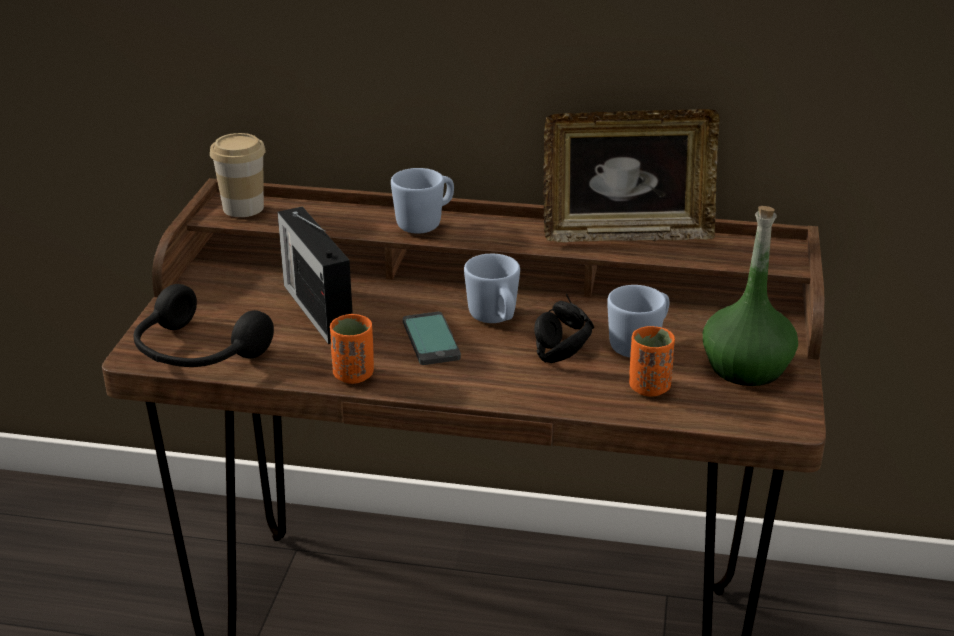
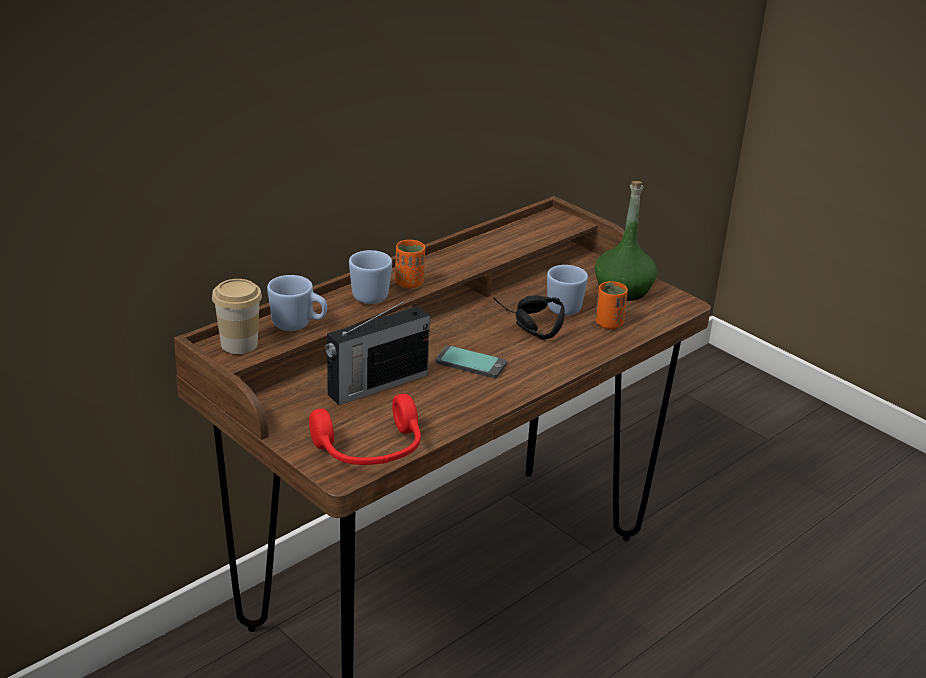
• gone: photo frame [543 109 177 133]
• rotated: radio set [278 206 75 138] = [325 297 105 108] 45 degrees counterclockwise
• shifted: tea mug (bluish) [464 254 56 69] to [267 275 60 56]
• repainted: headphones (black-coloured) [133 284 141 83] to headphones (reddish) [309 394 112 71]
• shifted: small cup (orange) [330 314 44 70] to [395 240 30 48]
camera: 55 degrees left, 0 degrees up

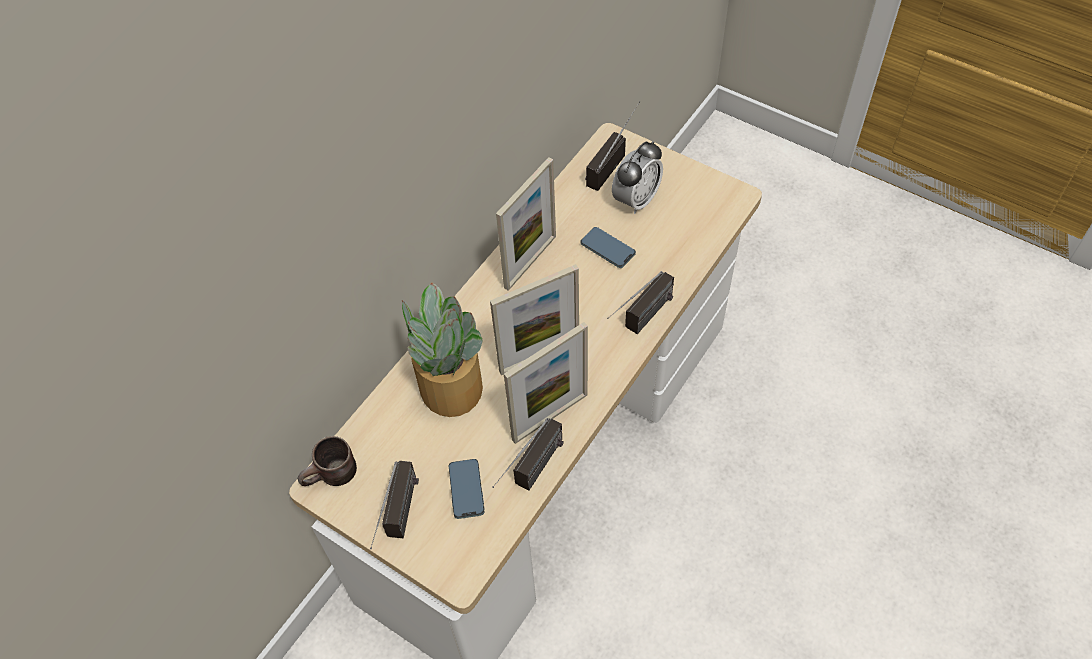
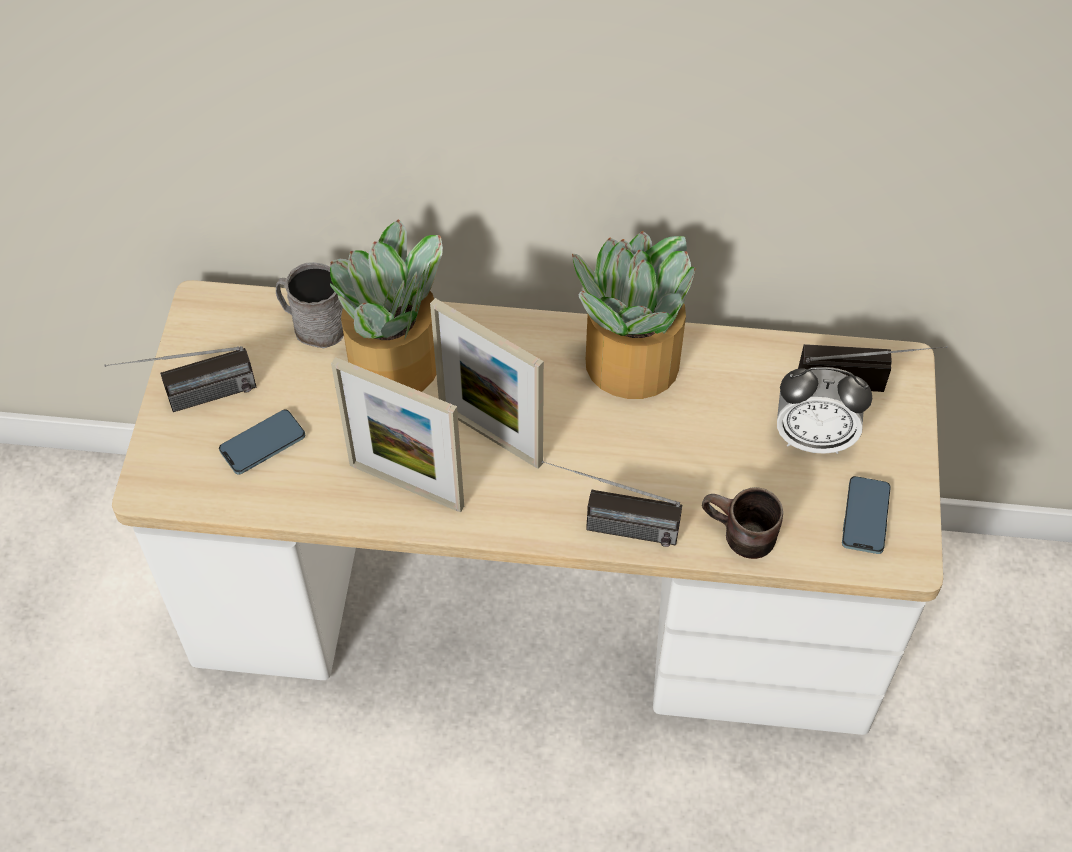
• swapped: photo frame [496 157 60 134] to houseplant [572 231 123 168]
• shifted: phone [581 227 55 41] to [842 476 49 78]
• gone: radio set [492 418 72 73]
• shifted: tea mug (brown-coloured) [298 436 59 50] to [702 487 81 72]
• new: tea mug (gray) [276 262 68 86]
camera: 60 degrees right, 0 degrees up

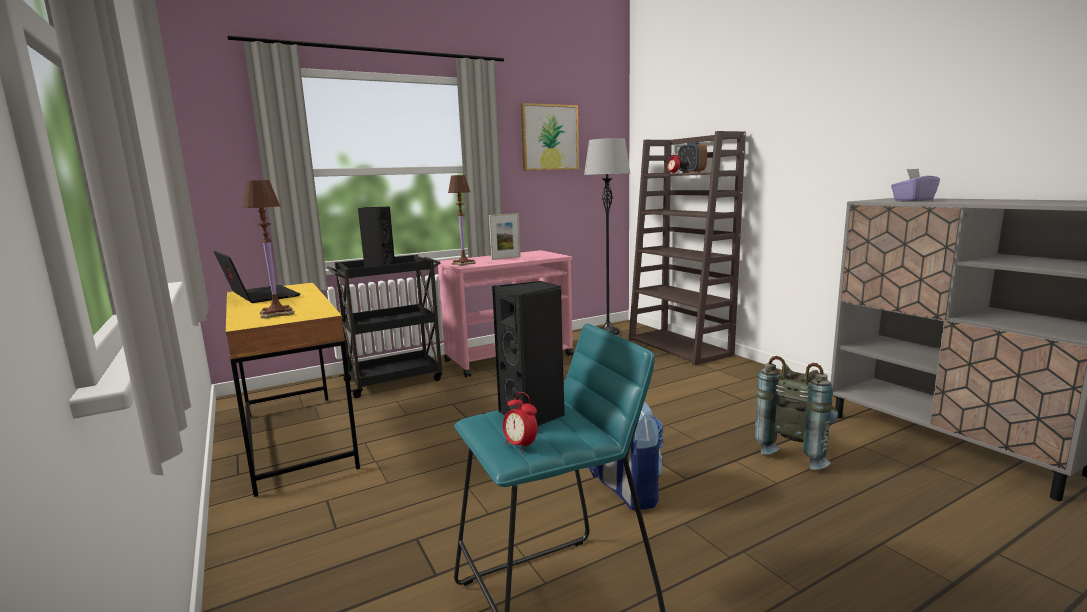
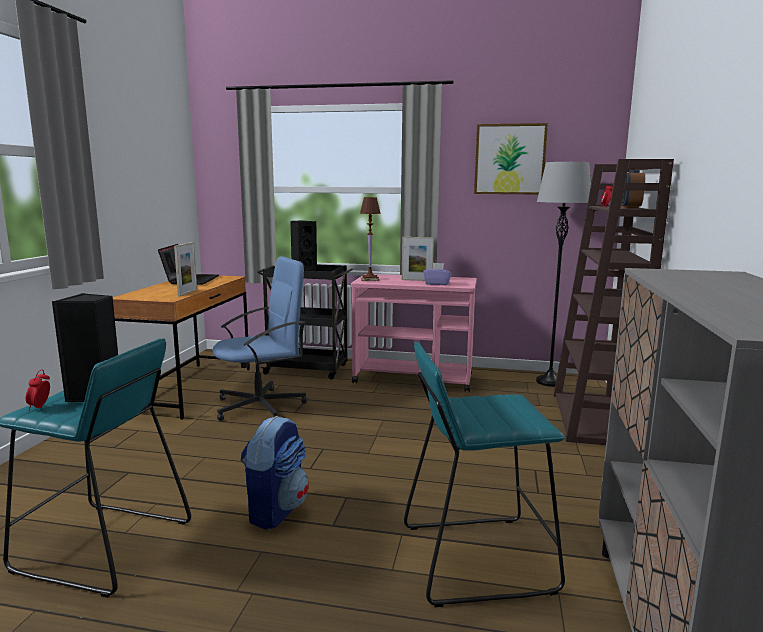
• shifted: tissue holder (purplish) [891 168 49 33] to [423 263 29 22]
• gone: lamp for a table (brown-coloured) [242 180 53 139]
• repainted: desk table (yellow-coloured) [226 283 134 214] to desk table (brown-coloured) [113 275 137 145]
• swapped: rucksack (gray) [755 356 83 114] to sitting stool (turquoise) [404 342 161 265]
• new: photo frame [174 242 23 54]
• new: desk chair (bluish) [212 256 95 165]
camera: 40 degrees right, 0 degrees up

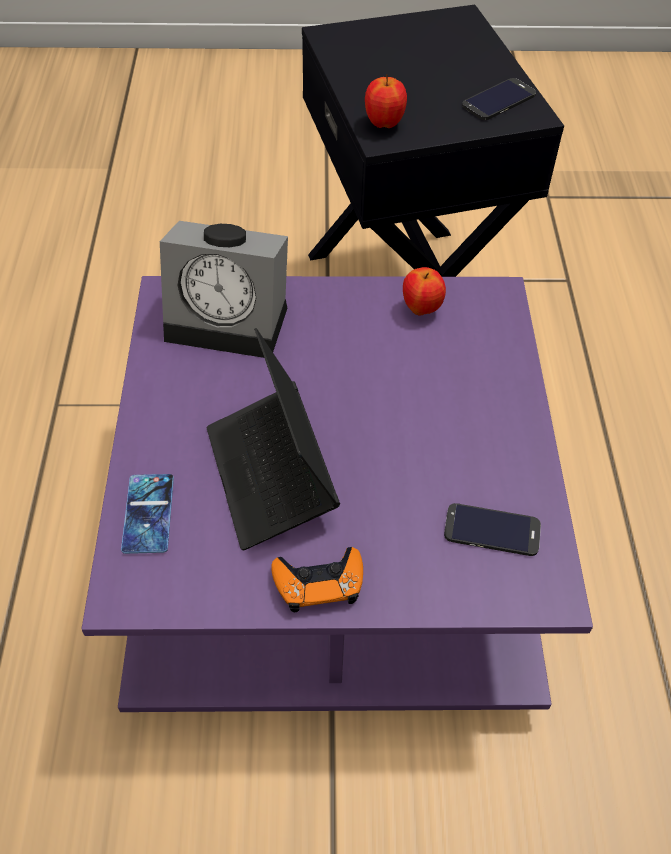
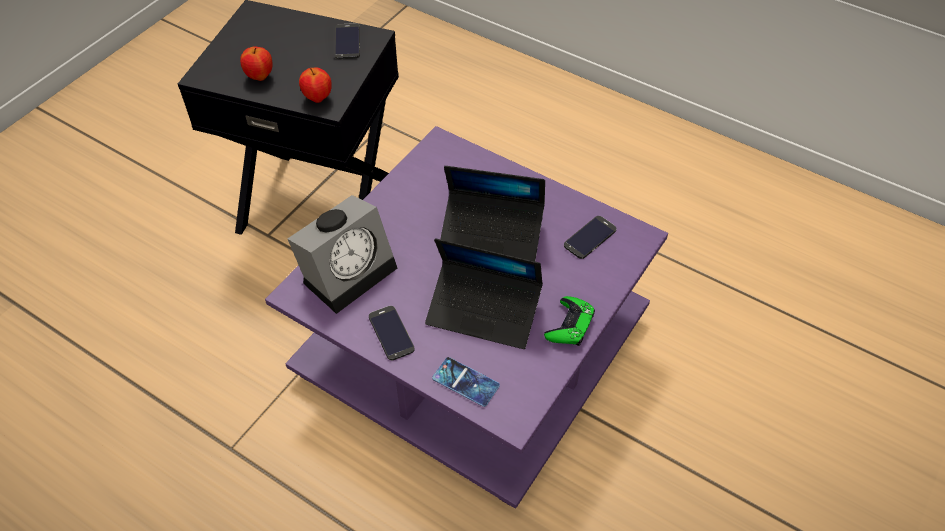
• shifted: whole apple [403 267 43 49] to [240 46 32 35]
• repainted: game controller (orange) [271 547 92 65] to game controller (green) [544 296 51 50]
• new: notebook computer [441 166 104 95]
• new: phone [369 306 46 54]
camera: 55 degrees left, 0 degrees up

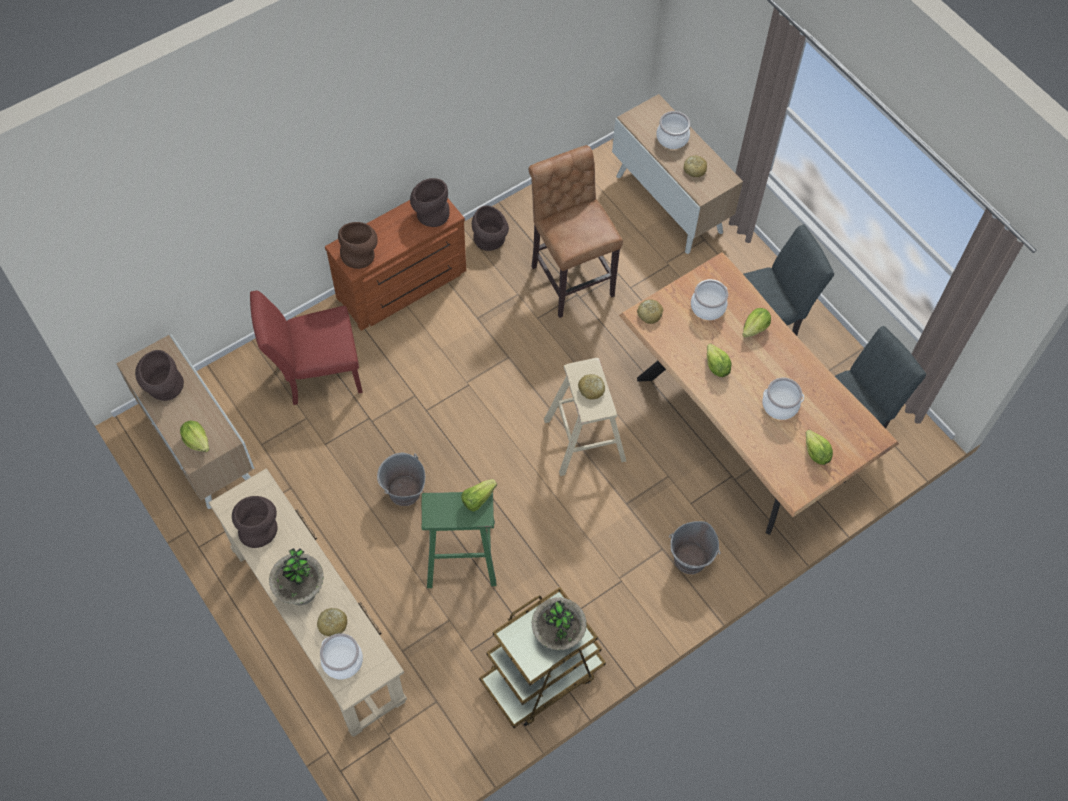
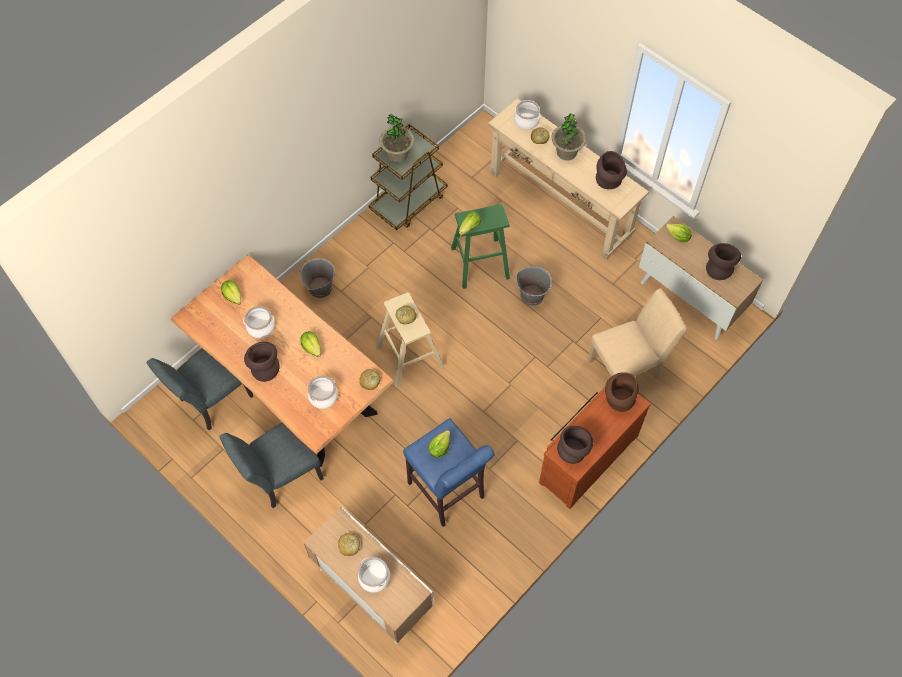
• repainted: sitting stool (brown-coloured) [529 145 94 173] to sitting stool (bluish) [403 418 92 109]
• shifted: flower vase (brown-coloured) [472 205 37 46] to [244 342 36 40]
• repainted: upright chair (reddish) [250 290 113 115] to upright chair (beige) [588 288 99 92]
• shifted: lettuce [742 308 29 29] to [428 430 22 28]
camera: 170 degrees right, 0 degrees up

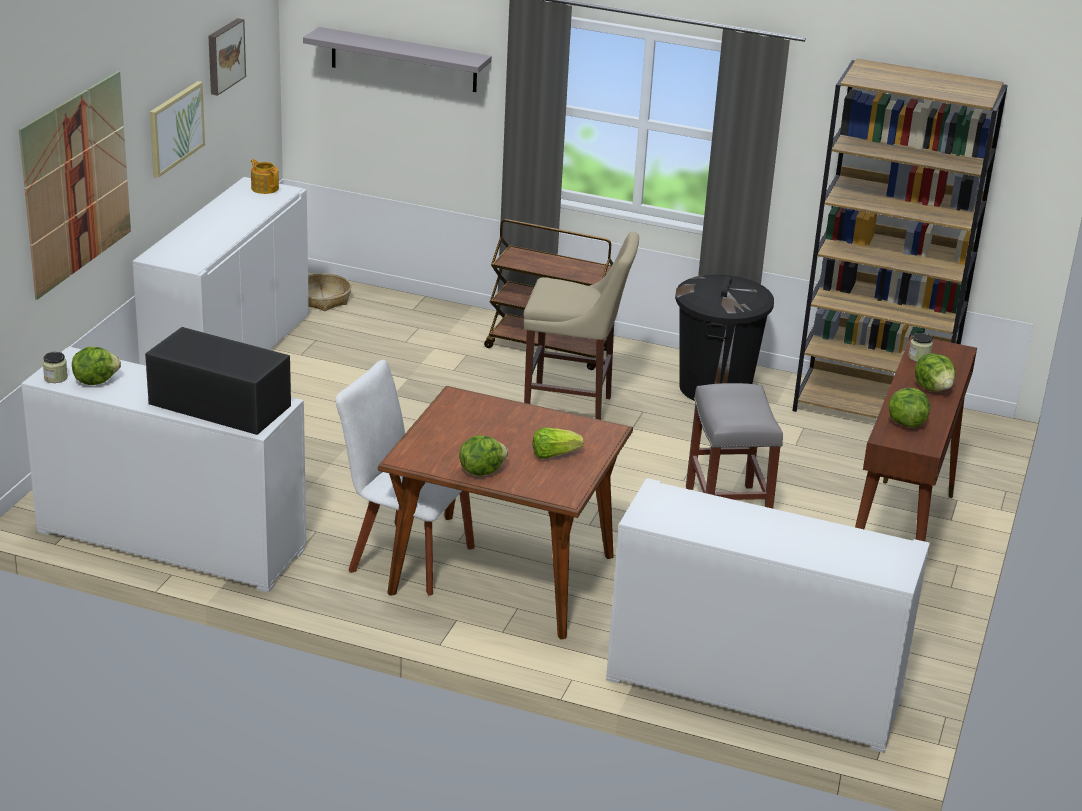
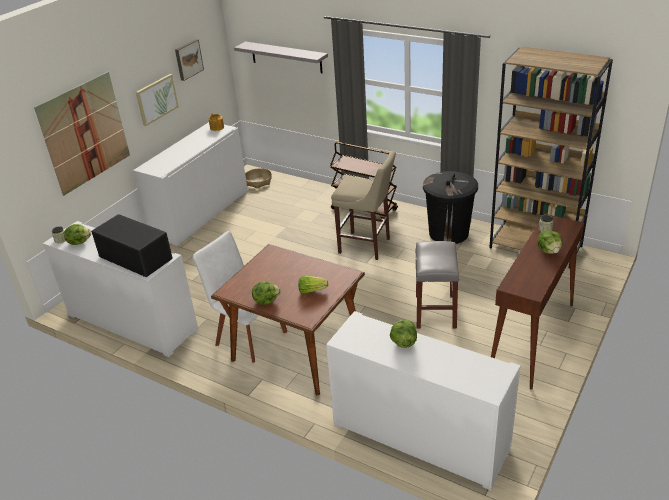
• shifted: lettuce [889 388 41 39] to [390 320 27 28]
camera: 15 degrees right, 5 degrees up

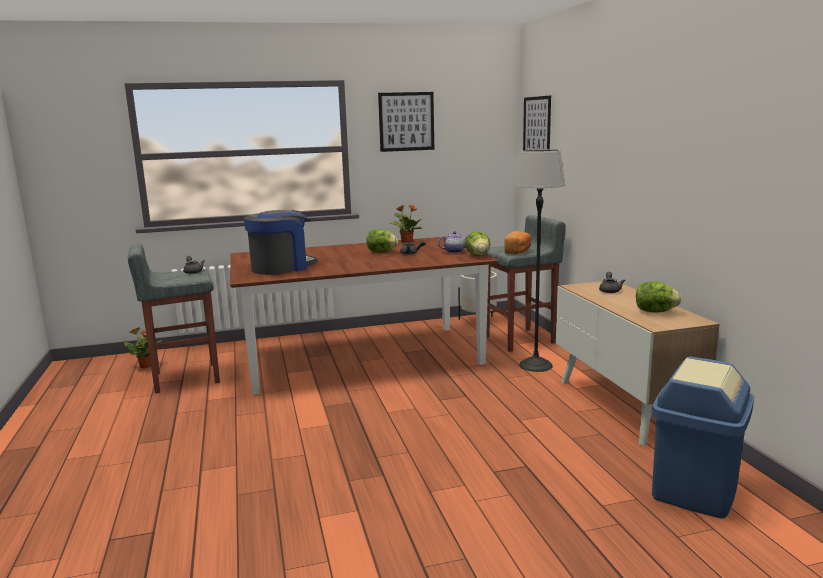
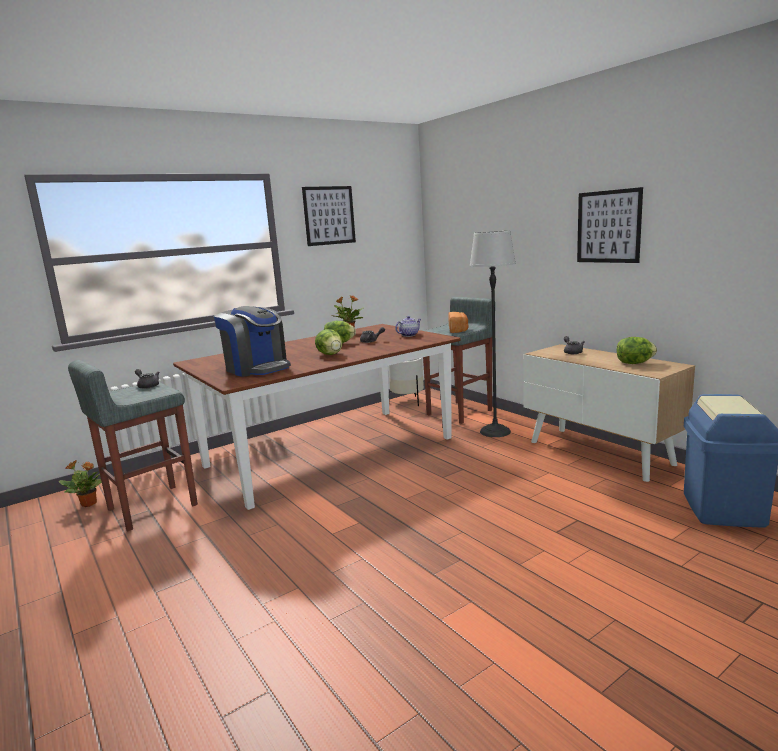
• shifted: wall art [523 95 28 55] to [577 187 66 76]
• rotated: coffee brewer [244 210 73 65] = [214 306 77 71] 105 degrees clockwise
• shifted: lettuce [465 231 26 25] to [315 329 28 26]
camera: 20 degrees left, 0 degrees up

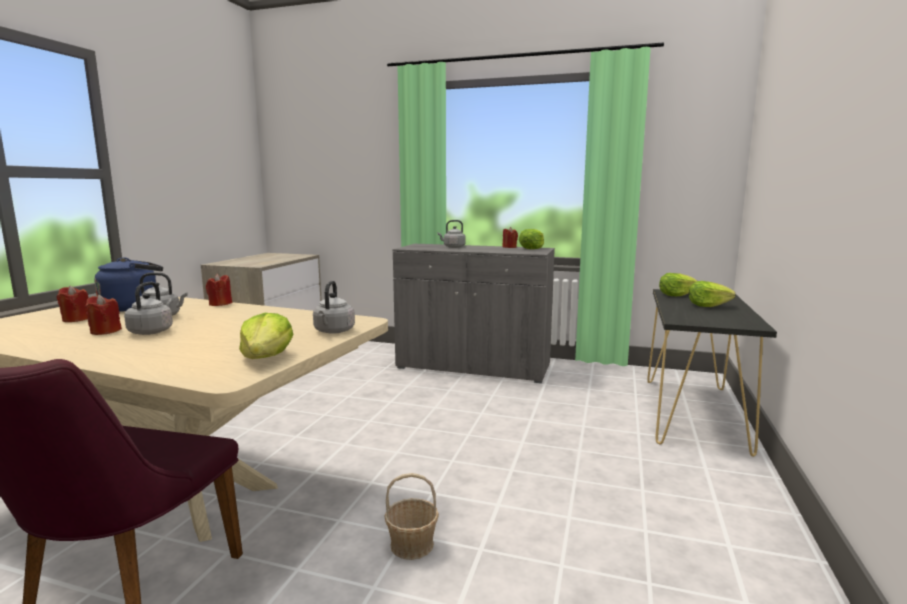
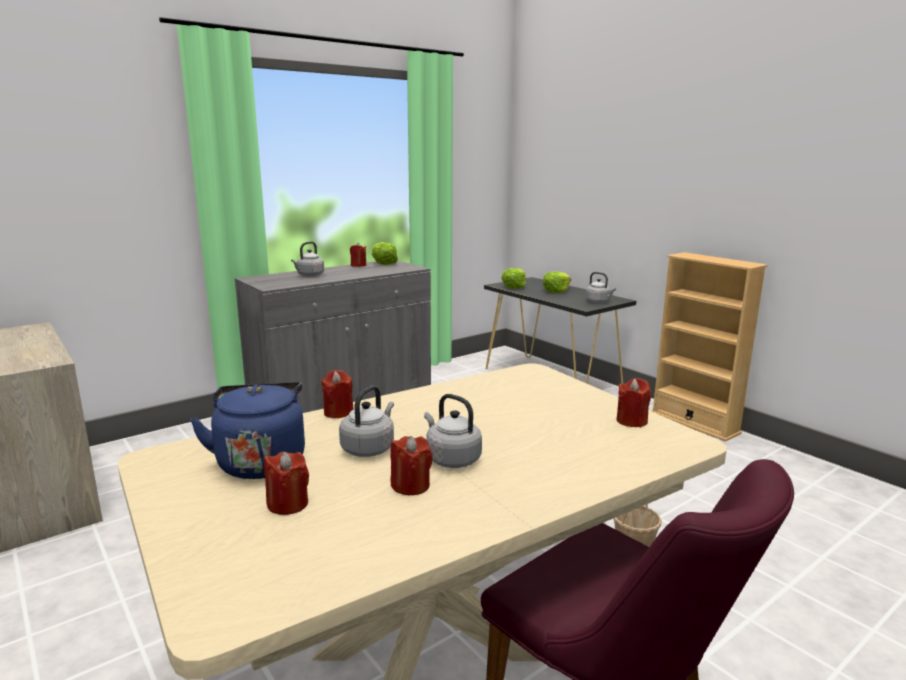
• shifted: tea kettle (gray) [313 281 42 53] to [586 272 30 31]
• swapped: lettuce [239 313 54 46] to wax light (reddish) [617 378 34 49]
• new: shelving unit (beige) [652 252 115 190]
camera: 55 degrees left, 5 degrees up

